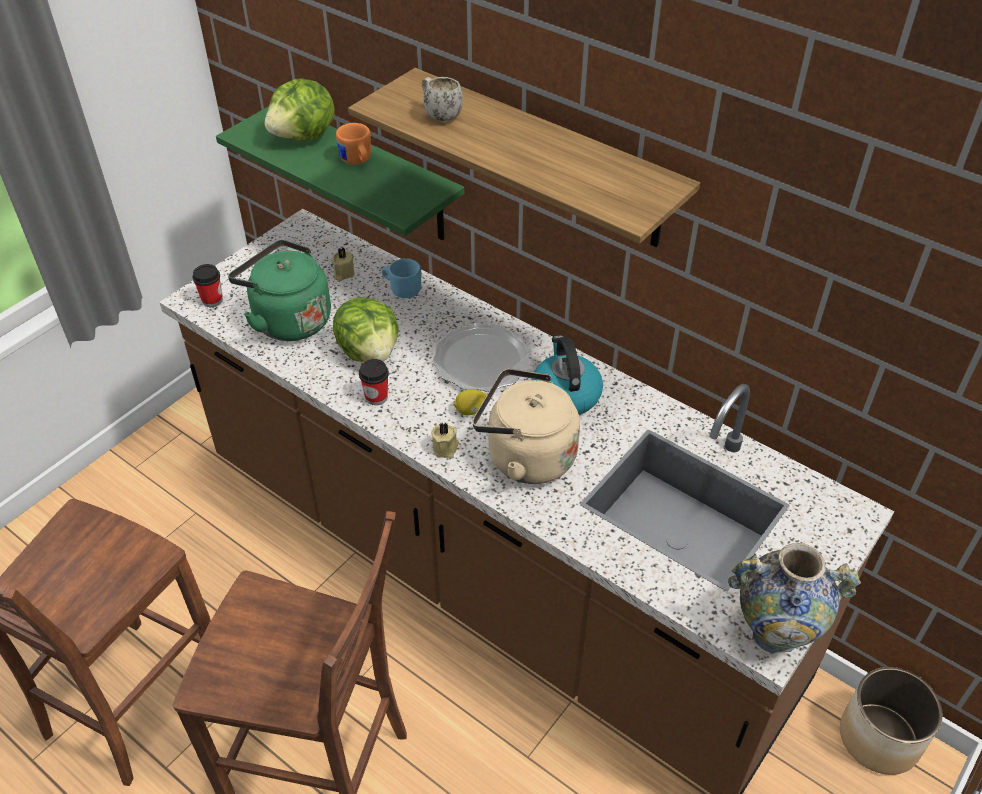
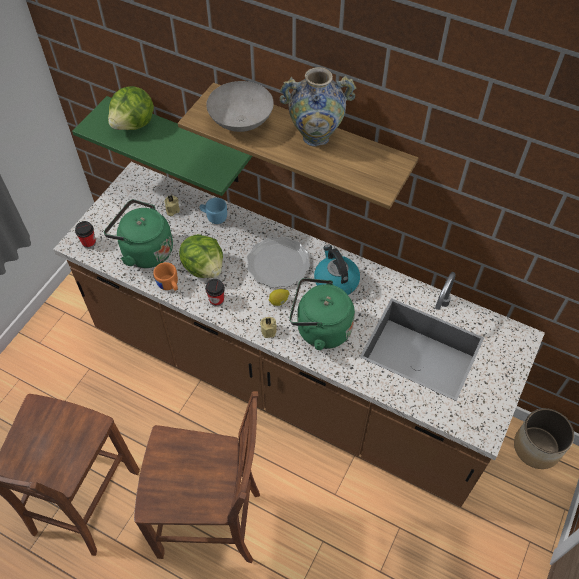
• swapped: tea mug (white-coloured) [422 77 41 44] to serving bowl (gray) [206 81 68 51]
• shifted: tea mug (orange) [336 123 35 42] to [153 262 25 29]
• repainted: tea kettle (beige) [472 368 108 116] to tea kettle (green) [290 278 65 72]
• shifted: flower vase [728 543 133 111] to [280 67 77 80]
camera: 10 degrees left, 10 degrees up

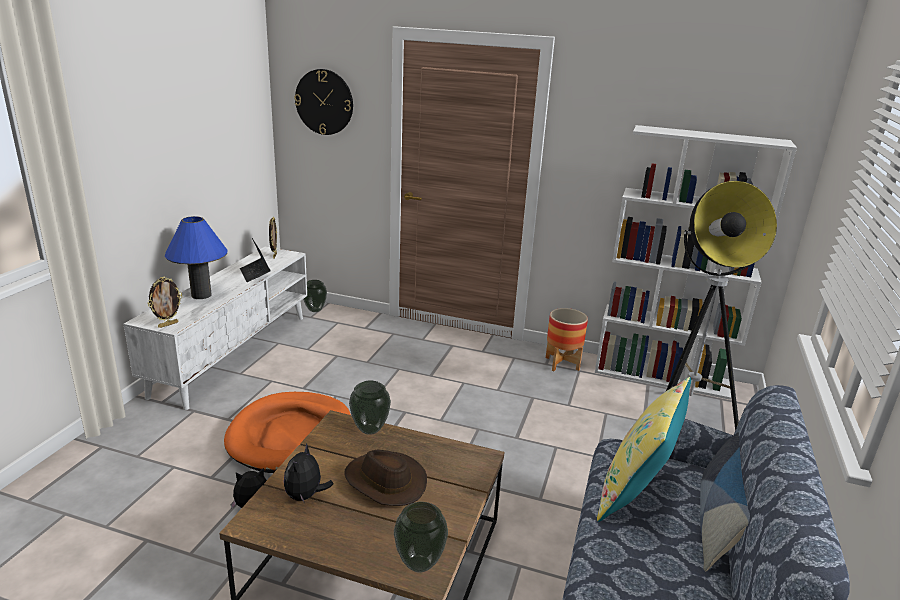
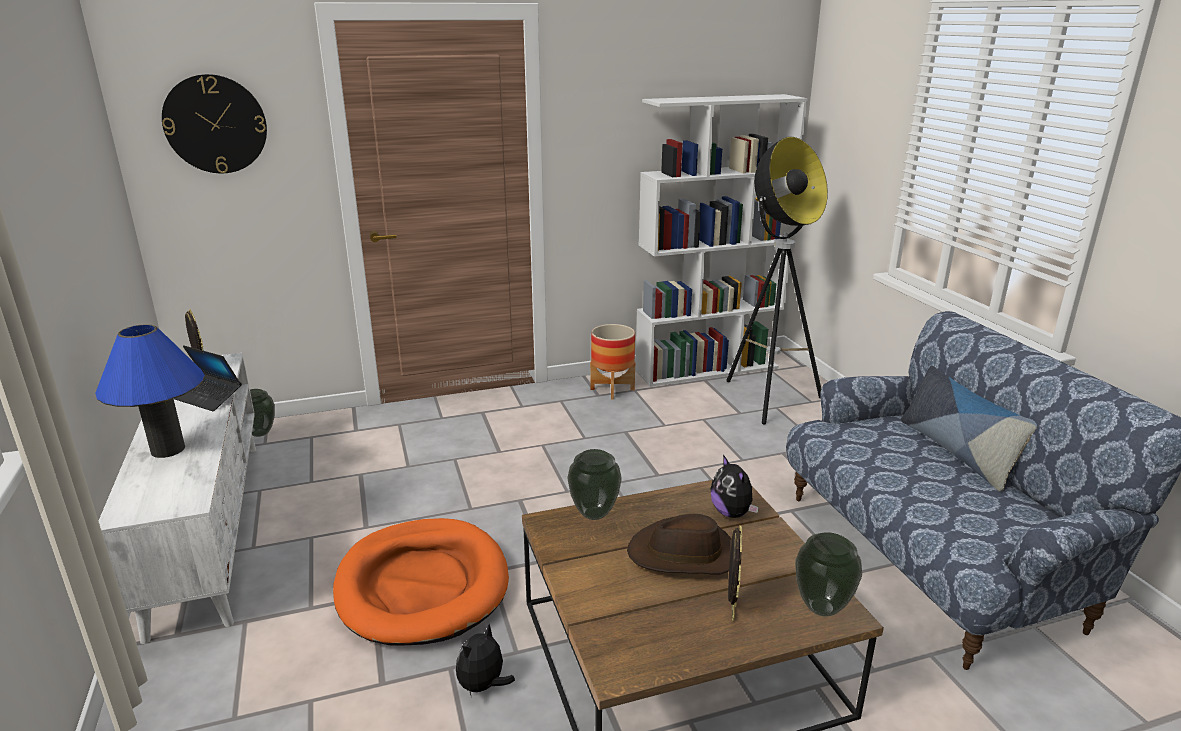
• shifted: photo frame [148 277 34 51] to [728 525 14 96]
• gone: cushion (yellow-coloured) [597 377 94 145]
• shifted: soft toy [284 443 50 60] to [711 455 48 63]
camera: 35 degrees left, 0 degrees up

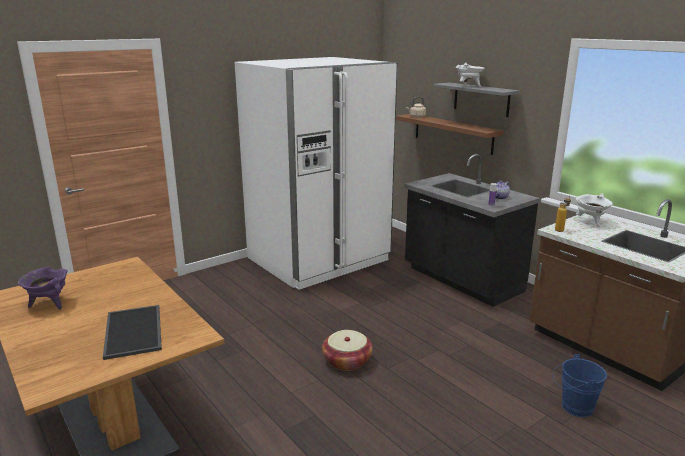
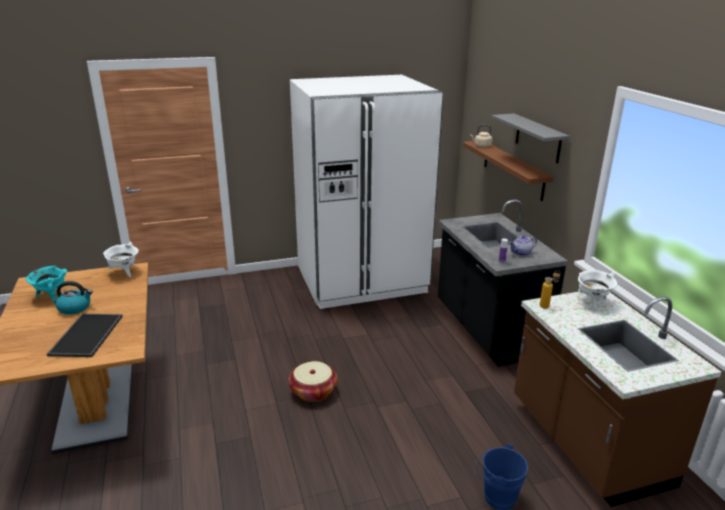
• shifted: cooking pot (white-coloured) [456 63 29 24] to [103 241 36 36]
• repainted: cooking pot (purplish) [18 267 50 43] to cooking pot (turquoise) [26 266 41 37]
• new: tea kettle [55 281 38 34]
camera: 20 degrees right, 5 degrees up

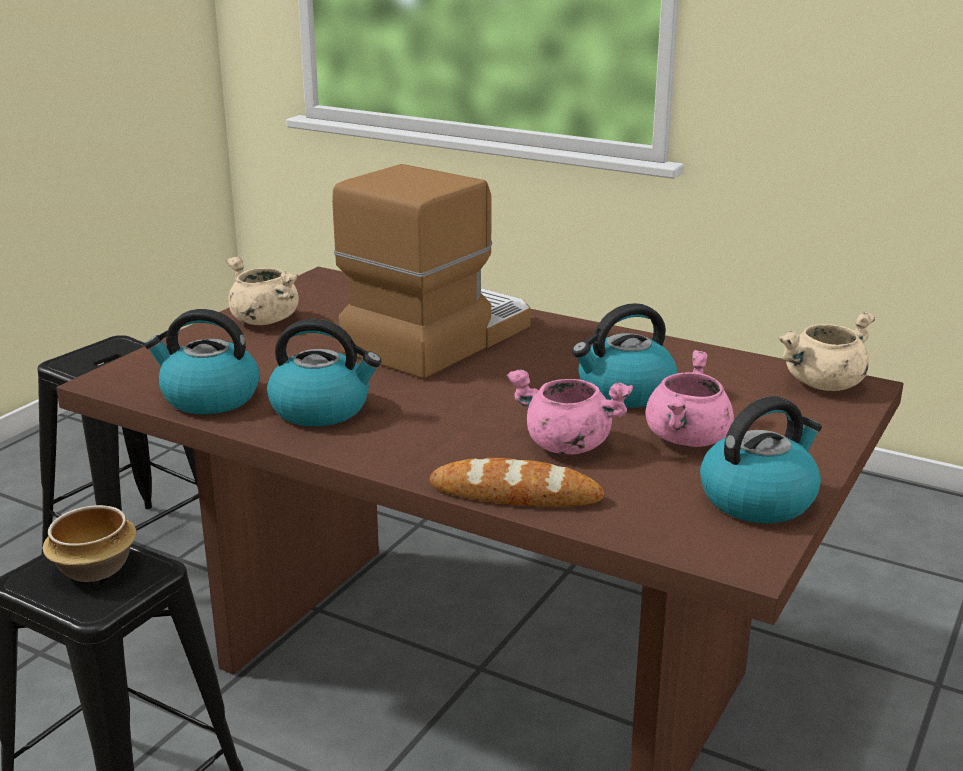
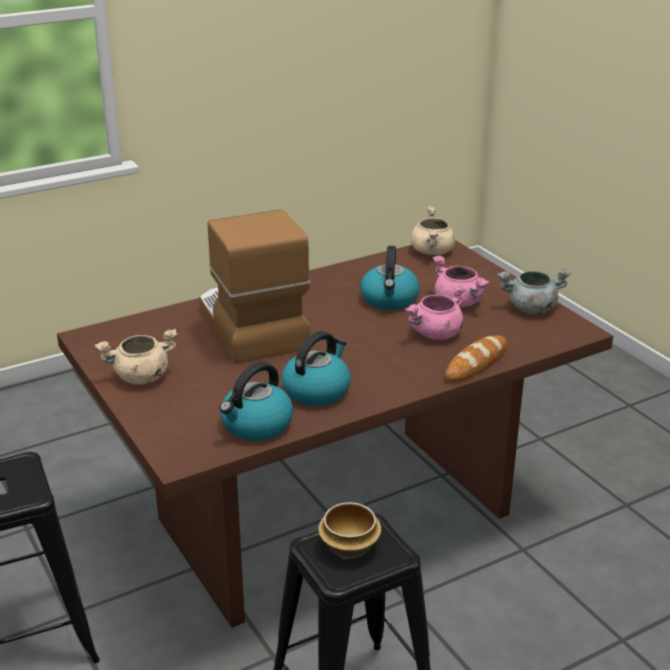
• swapped: tea kettle [700 396 122 127] to cooking pot (gray) [497 269 74 45]
camera: 60 degrees left, 5 degrees up

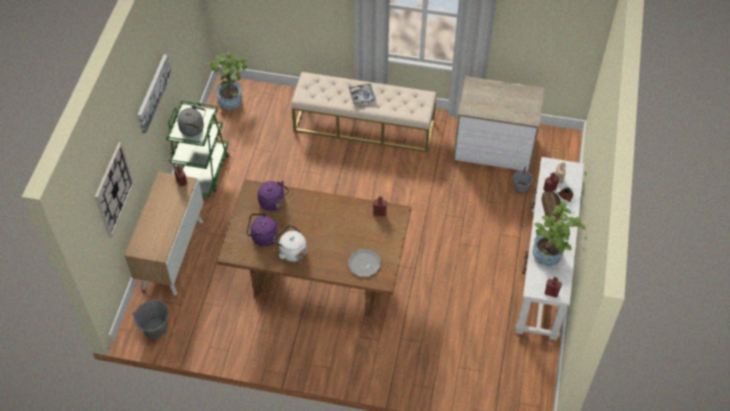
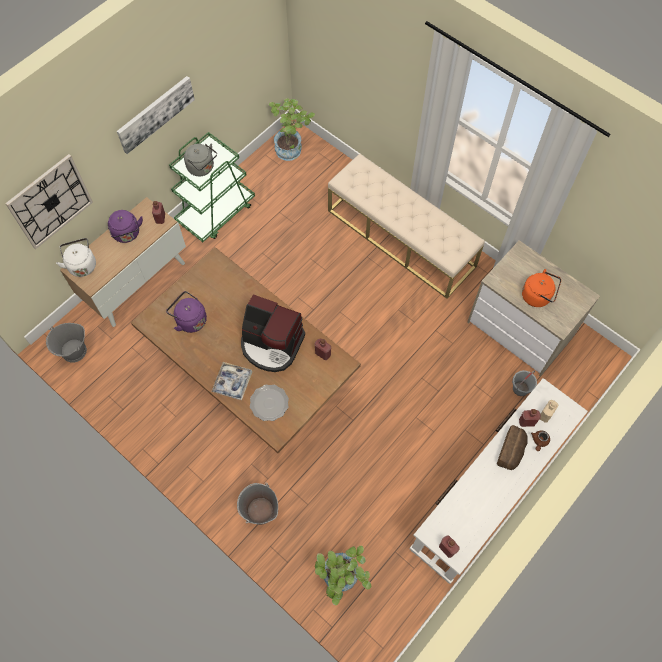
• shifted: serving tray [348 83 29 22] to [211 362 41 38]
• shifted: tea kettle (purplish) [258 181 31 30] to [107 210 36 33]
• shifted: houseplant [533 201 53 65] to [315 546 56 59]
• shifted: tea kettle (white-coloured) [273 225 34 37] to [56 238 40 39]
• new: tea kettle (orange) [522 269 39 38]
• new: coffee brewer [241 294 64 78]
• new: water bucket (gray) [237 483 41 42]
camera: 30 degrees right, 10 degrees up

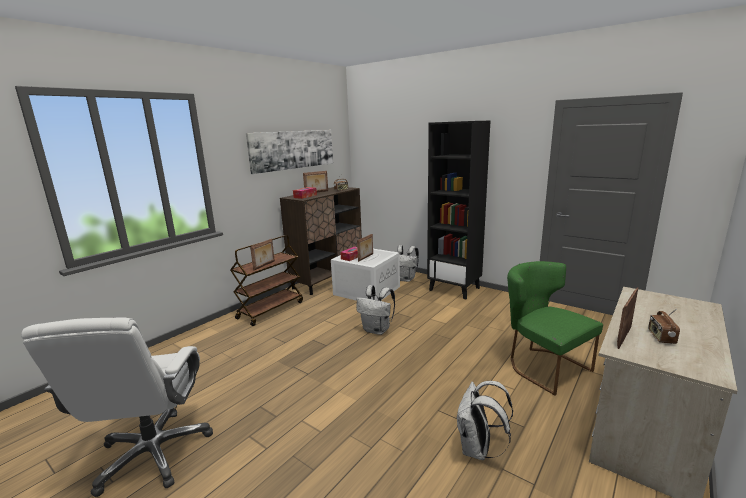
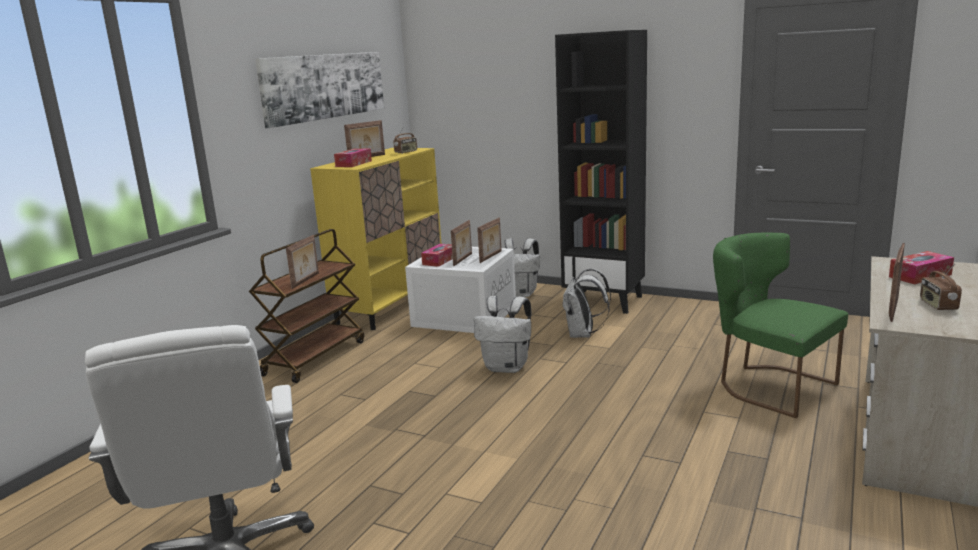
• repainted: cabinet (brown-coloured) [280 187 82 108] to cabinet (yellow-coloured) [310 148 131 182]
• shifted: rucksack (white-coloured) [456 381 57 79] to [562 268 49 70]
• new: photo frame [477 218 25 45]
• new: tissue holder [889 251 65 33]
camera: 10 degrees left, 0 degrees up

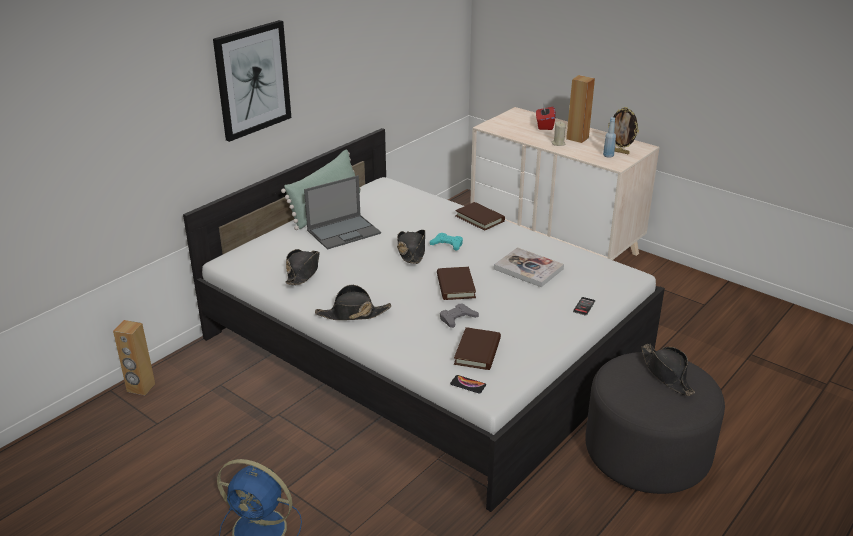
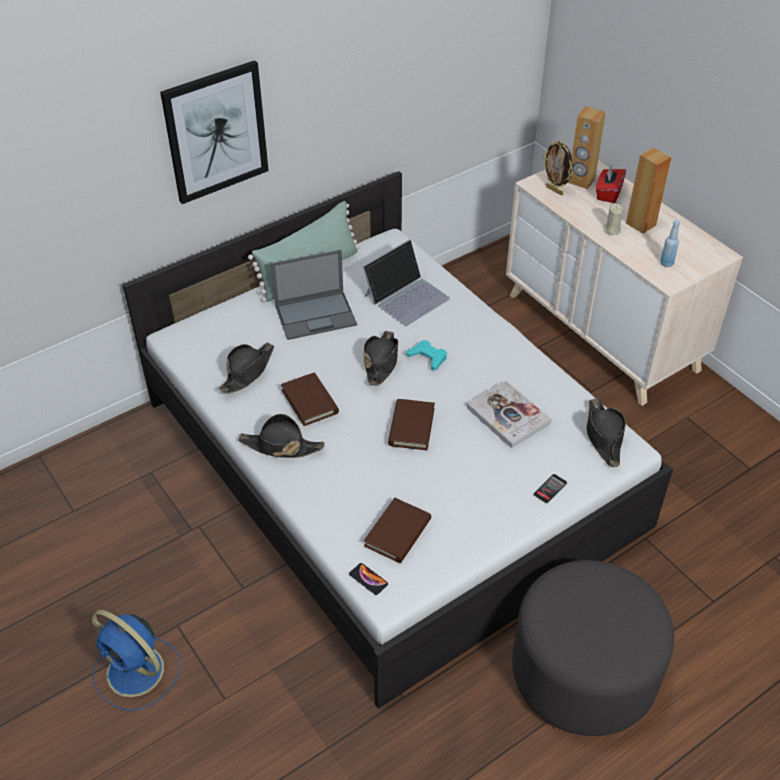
• shifted: photo frame [608 107 31 47] to [543 141 30 55]
• shifted: book (brown-coloured) [455 202 50 29] to [281 373 58 53]
• gone: game controller (gray) [440 303 39 25]
• shifted: audio speaker (brown-coloured) [113 320 42 75] to [568 106 38 83]
• shifted: wearable hat (black-coloured) [641 344 54 52] to [587 398 39 69]
• new: notebook computer [363 239 87 87]
camera: 15 degrees right, 15 degrees up

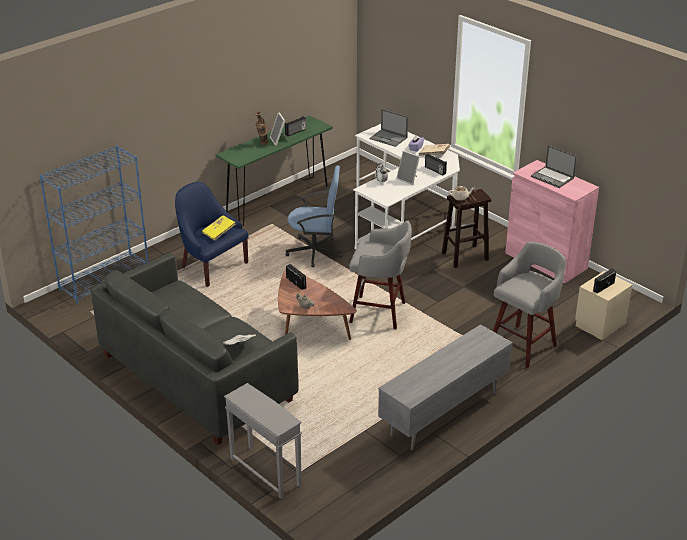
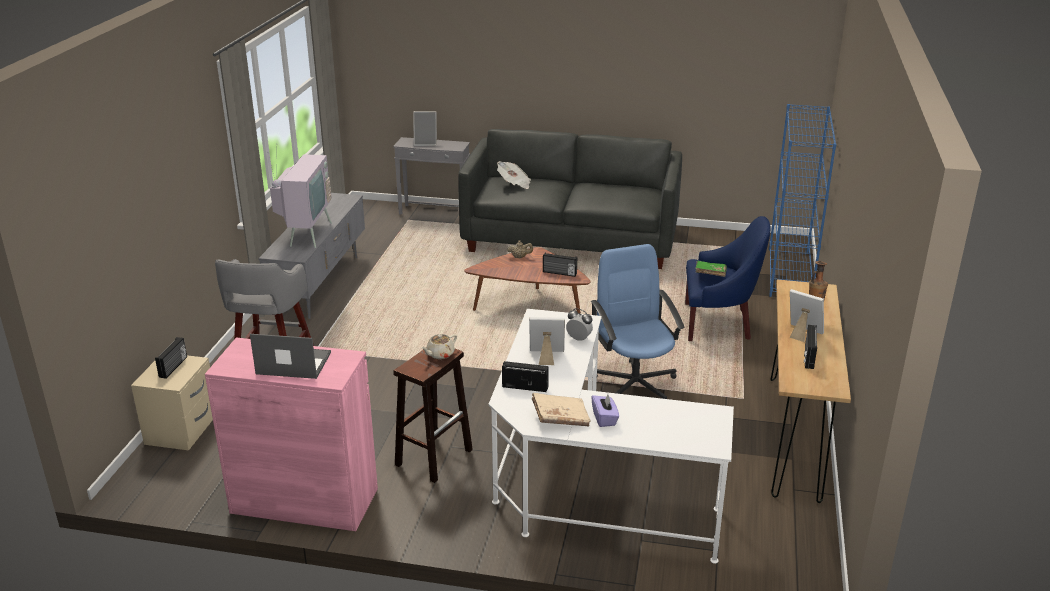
• gone: notebook computer [369 109 39 38]
• repainted: console table (green) [215 115 118 111] to console table (brown-coloured) [770 279 81 224]
• rotated: desk chair (bluish) [286 166 56 101] = [591 244 94 155] 105 degrees clockwise
• repainted: book (yellow-coloured) [202 215 34 26] to book (green) [695 261 32 16]
• gone: sitting stool (gray) [349 220 63 109]
• new: photo frame [413 111 24 35]
• new: TV [268 153 64 95]
camera: 145 degrees right, 5 degrees down

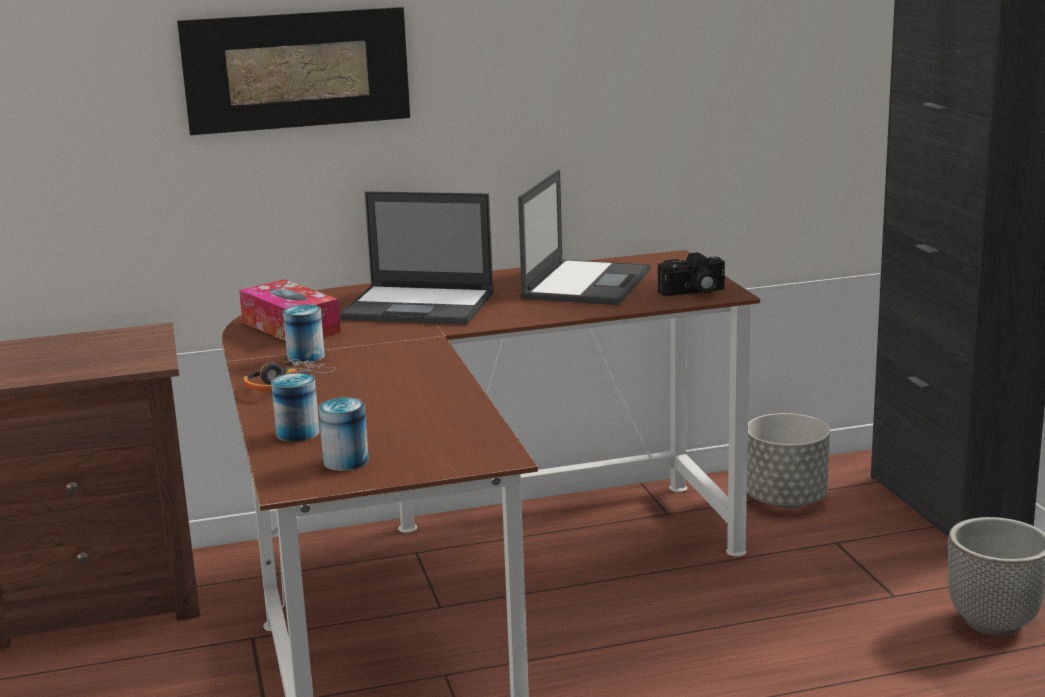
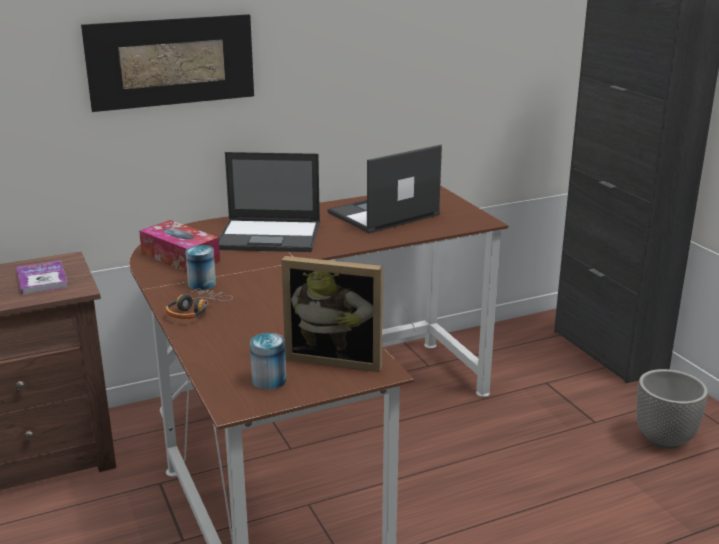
• rotated: notebook computer [518 170 132 135] = [328 145 114 88] 135 degrees counterclockwise
• gone: still camera [658 252 67 44]
• gone: metal can [271 373 49 69]
• gone: plant pot (gray) [747 413 83 95]
• new: photo frame [281 256 102 116]
• new: book [16 260 52 35]
camera: 10 degrees left, 5 degrees up

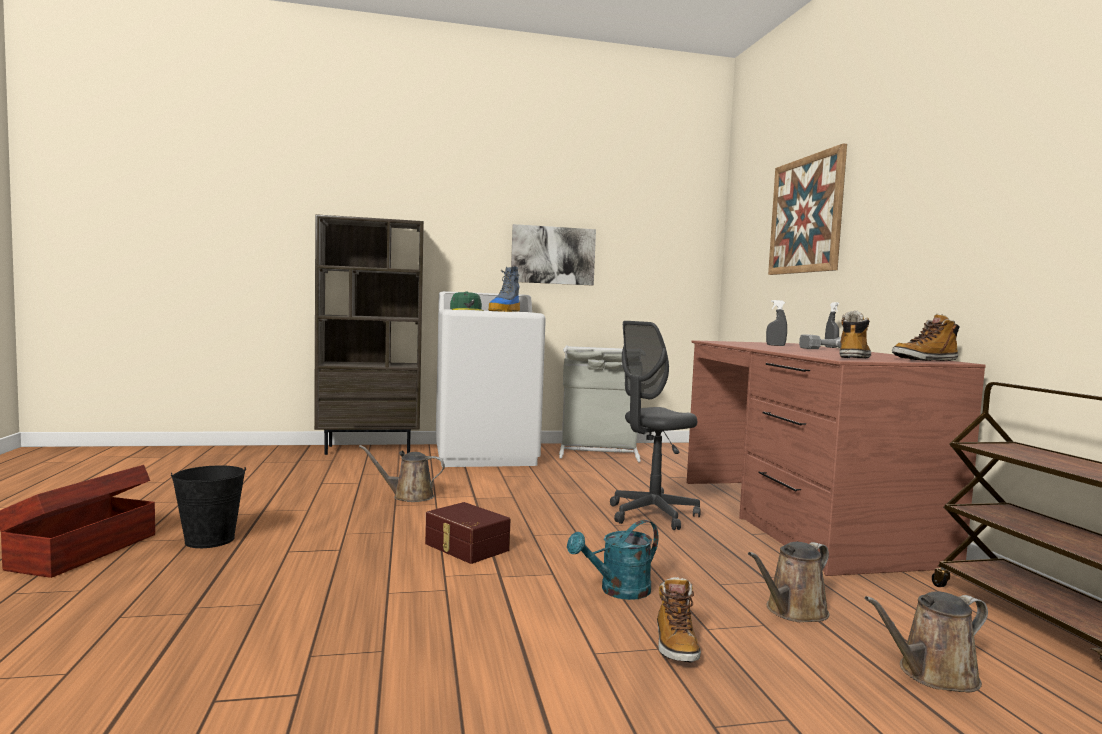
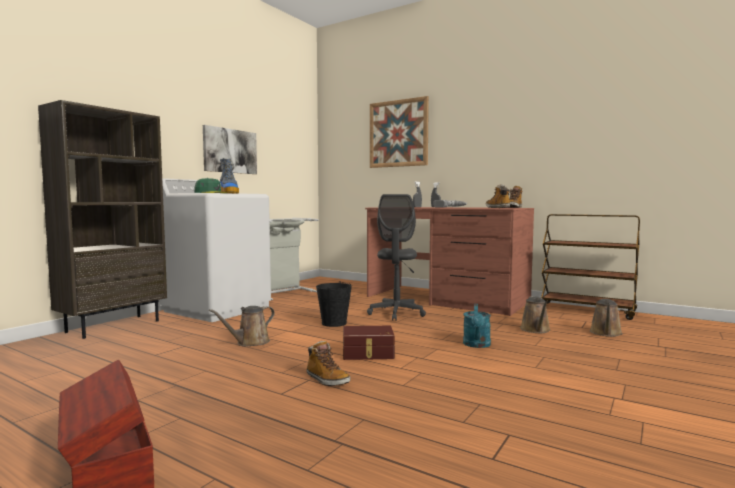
• shifted: water bucket (black-coloured) [171 466 75 82] to [316 281 36 46]
• shifted: boot [657 577 44 86] to [307 341 43 45]
camera: 45 degrees left, 0 degrees up

